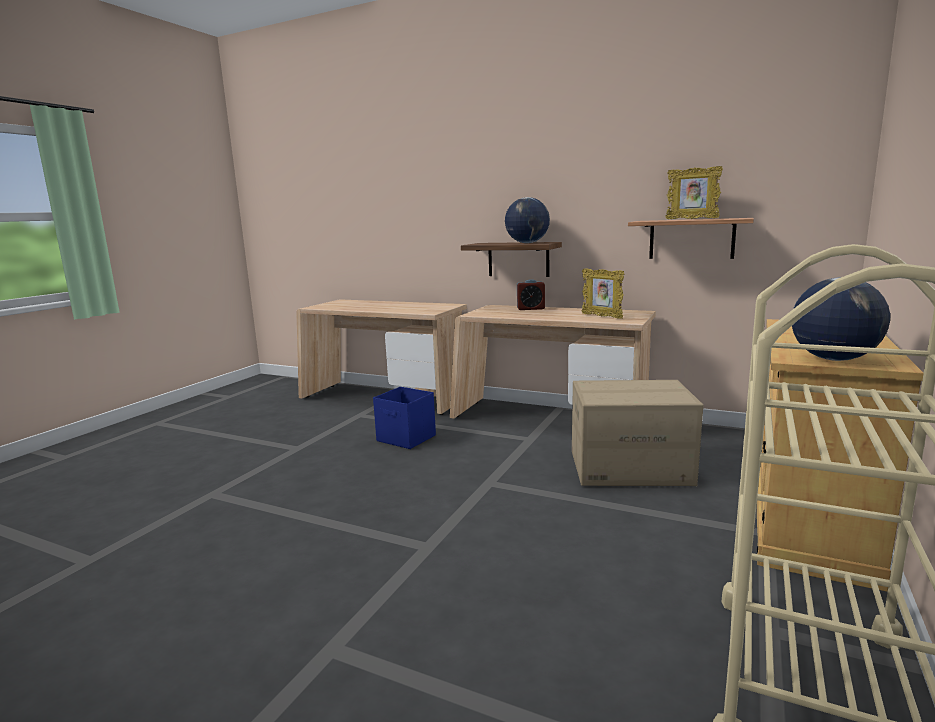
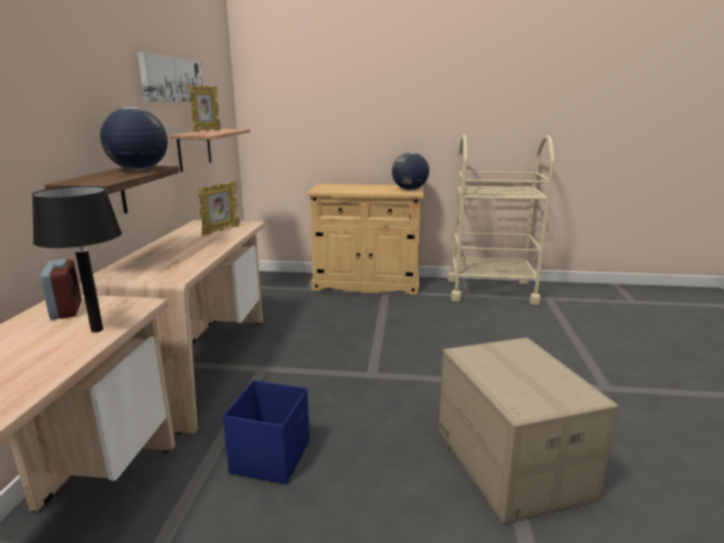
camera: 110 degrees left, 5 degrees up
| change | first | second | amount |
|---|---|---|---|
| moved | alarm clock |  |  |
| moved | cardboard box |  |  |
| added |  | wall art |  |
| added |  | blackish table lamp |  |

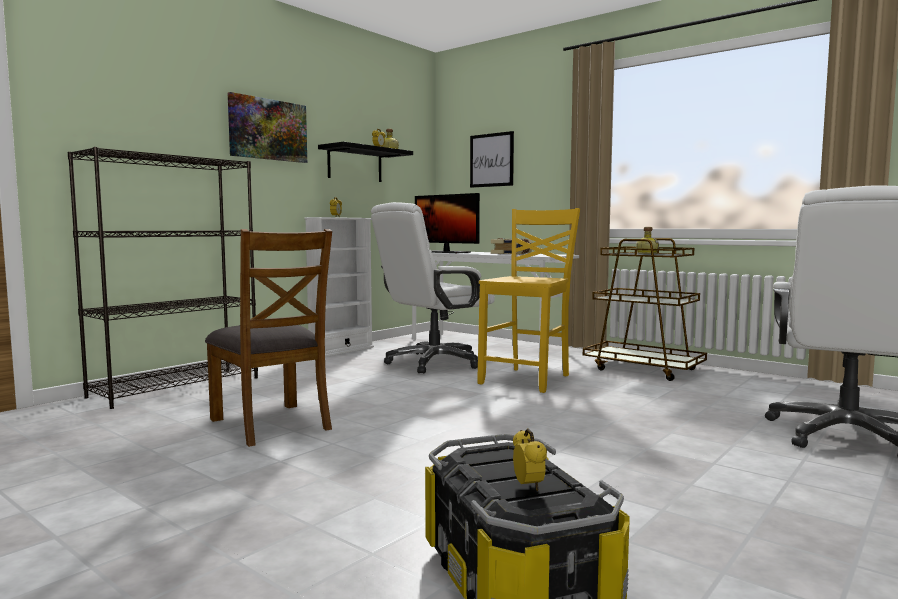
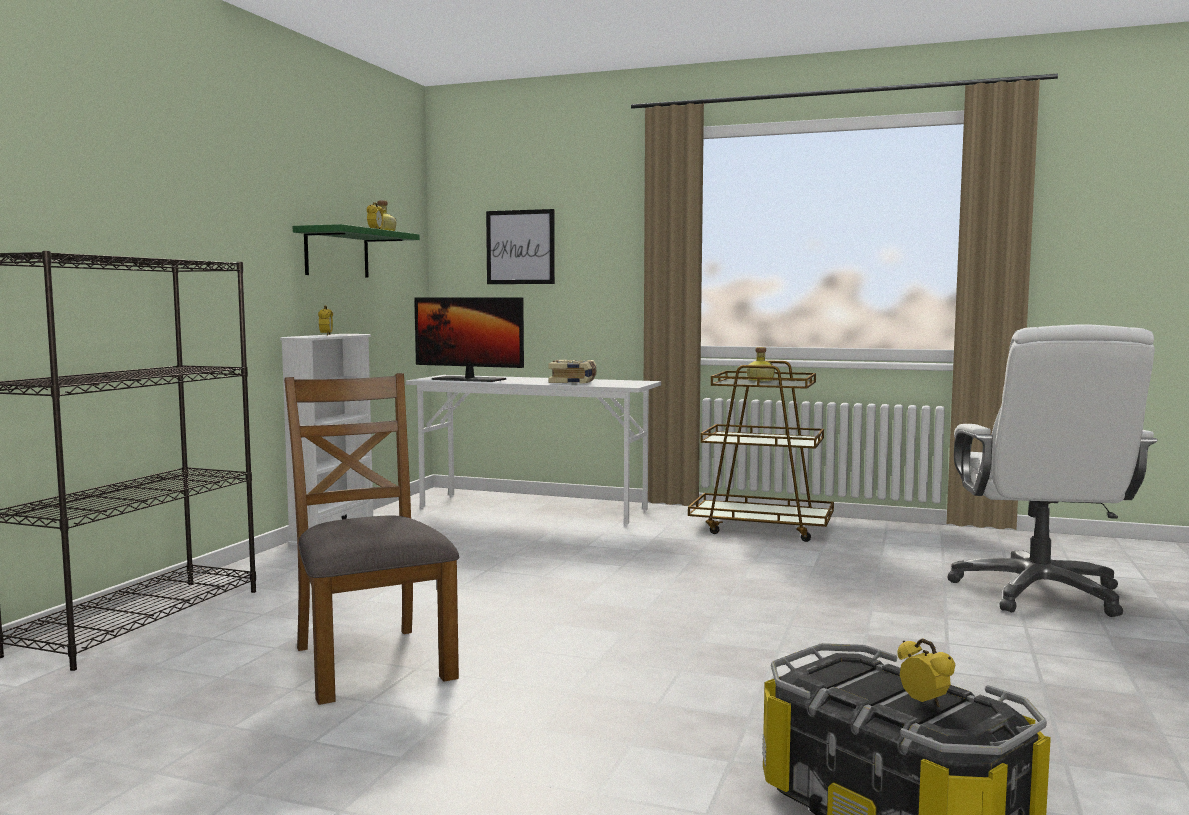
camera: 20 degrees left, 0 degrees up
| change | first | second | amount |
|---|---|---|---|
| removed | wall art (1st from left) |  |  |
| recoloured | blackish bracket shelf | greenish bracket shelf |  |
| removed | white-coloured computer chair (1st from left) |  |  |
| removed | yellowish upright chair |  |  |
| turned | brownish upright chair |  | 150 degrees counterclockwise |

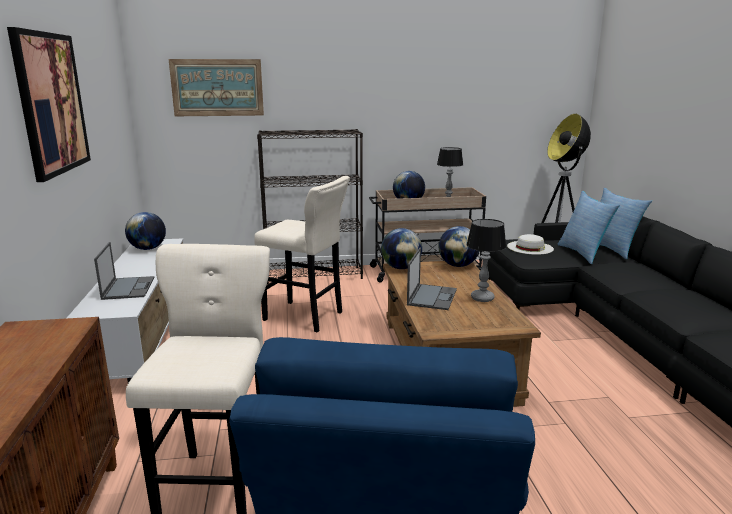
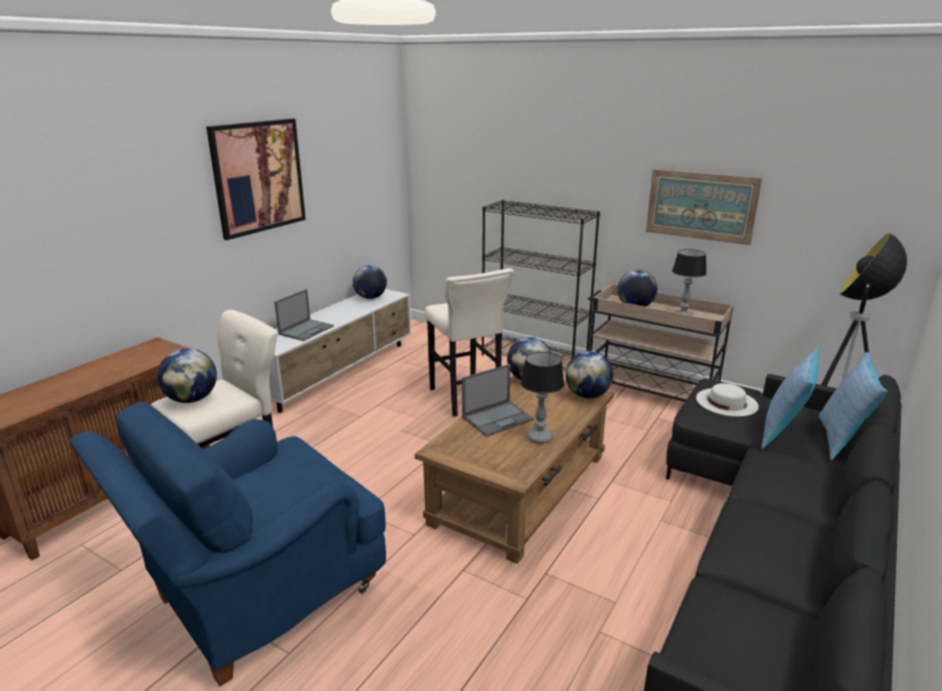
camera: 40 degrees right, 5 degrees up
| change | first | second | amount |
|---|---|---|---|
| moved | wall art (2nd from left) |  |  |
| added |  | globe (1st from left) |  |

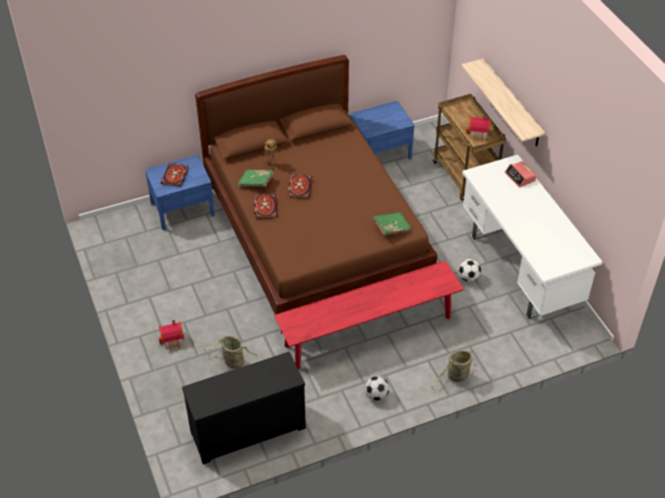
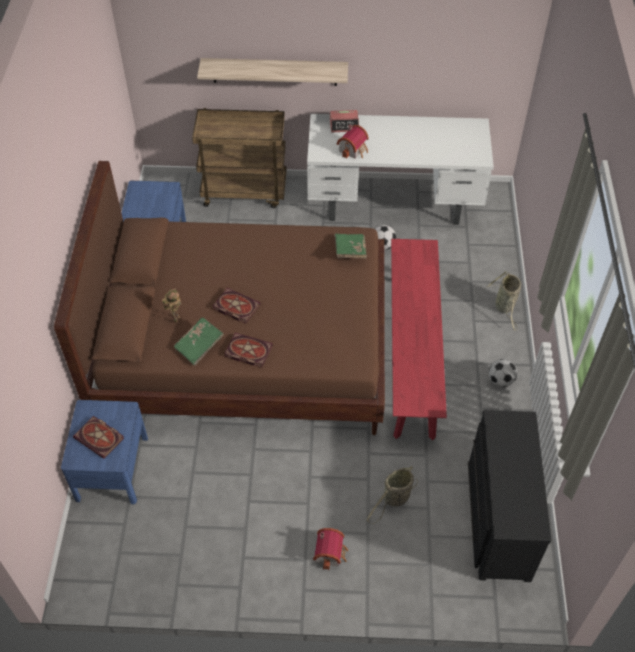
camera: 65 degrees left, 5 degrees up
| change | first | second | amount |
|---|---|---|---|
| moved | toy house (2nd from left) |  |  |

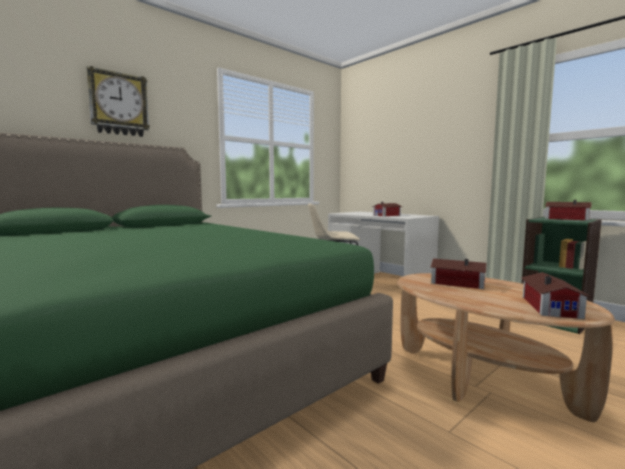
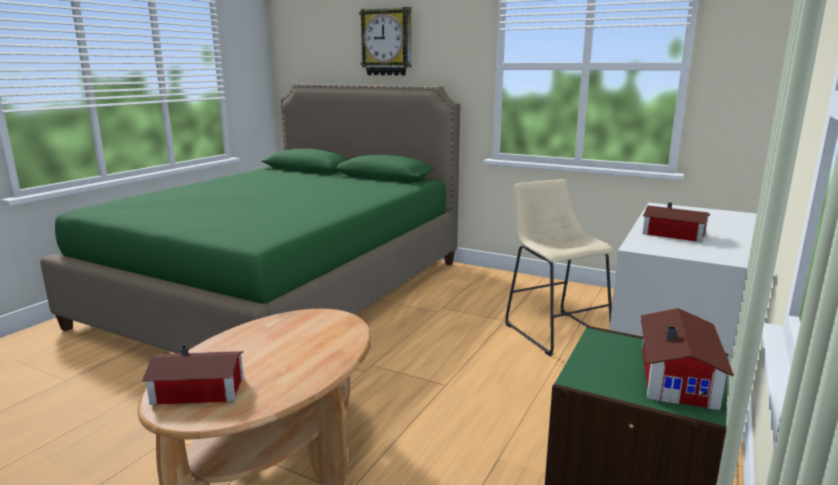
camera: 70 degrees right, 10 degrees up
| change | first | second | amount |
|---|---|---|---|
| removed | toy house (2nd from left) |  |  |

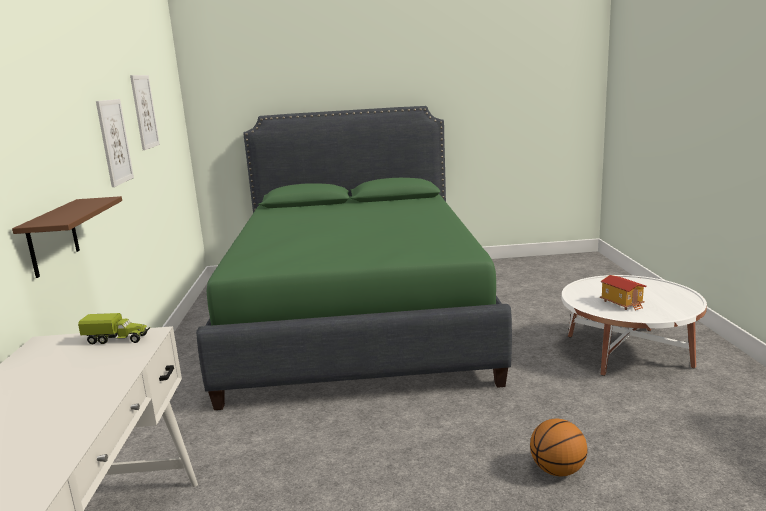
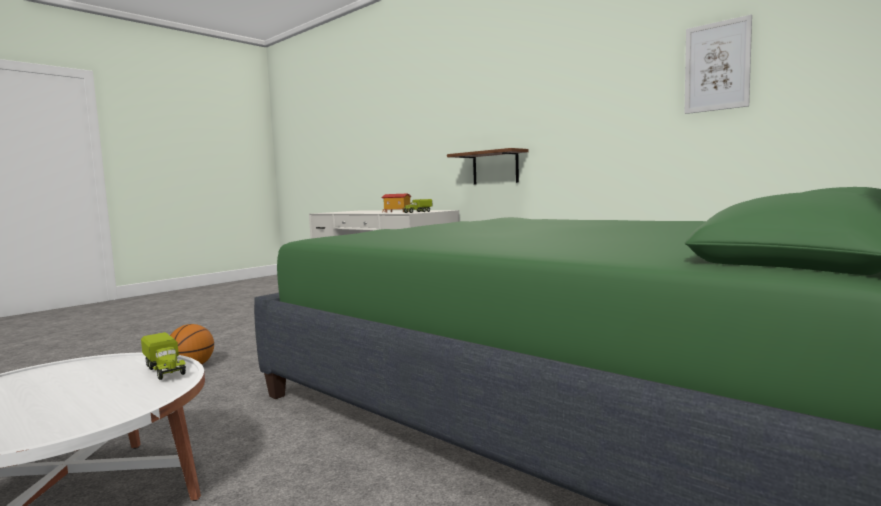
camera: 135 degrees right, 10 degrees down
| change | first | second | amount |
|---|---|---|---|
| removed | wall art (1st from left) |  |  |
| moved | toy house |  |  |
| added |  | model truck (1st from left) |  |

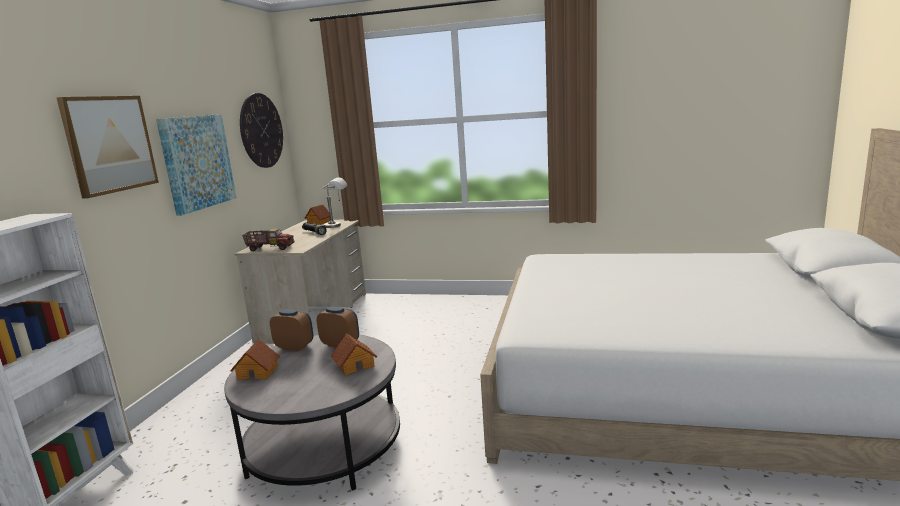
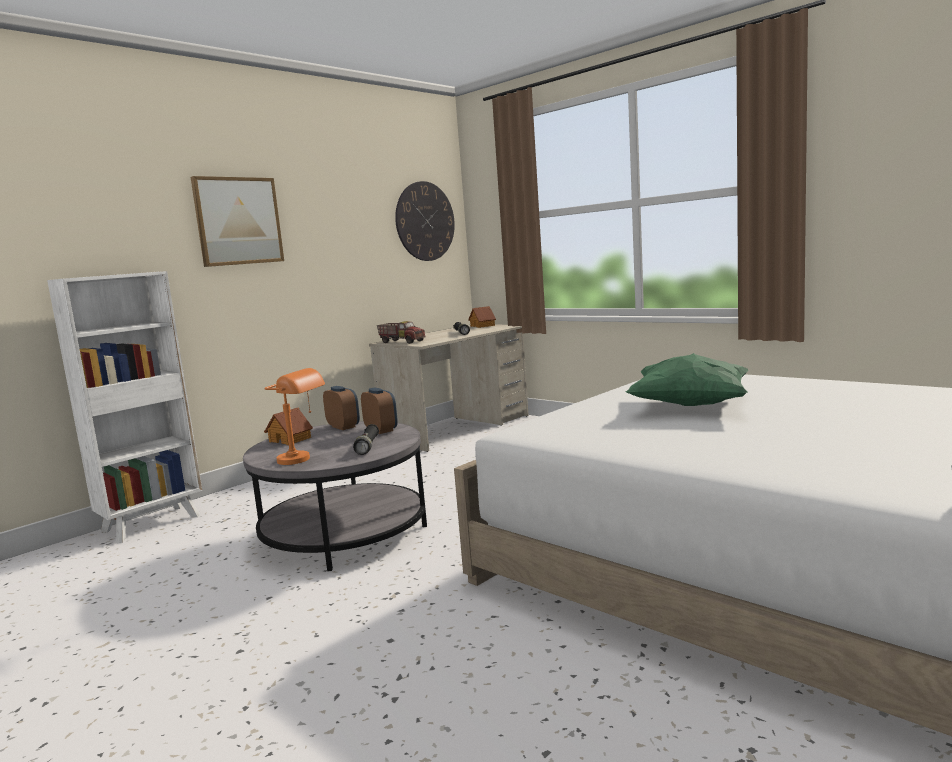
camera: 30 degrees right, 5 degrees down
| change | first | second | amount |
|---|---|---|---|
| removed | wall art (2nd from left) |  |  |
| removed | grey table lamp |  |  |
| replaced | toy house (3rd from left) | blackish torch (1st from left) |  |
| added |  | greenish cushion |  |
| added |  | orangey table lamp |  |

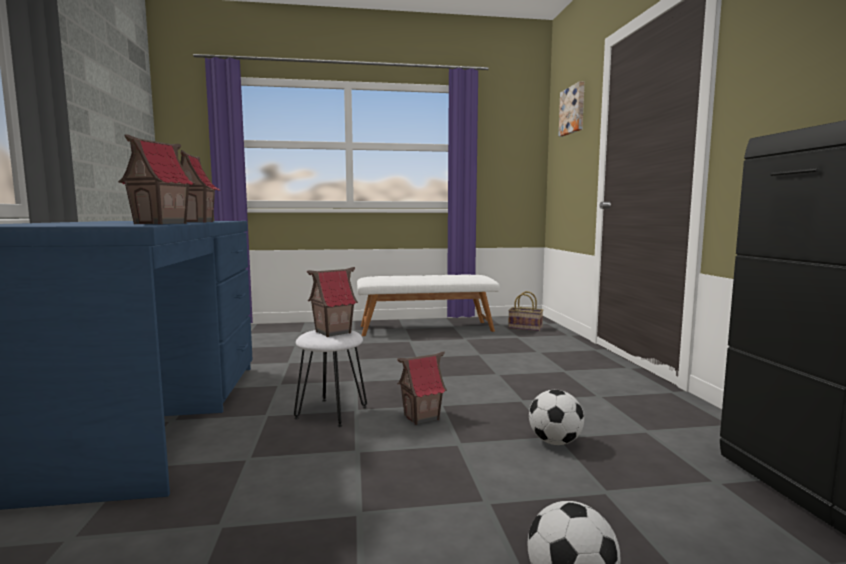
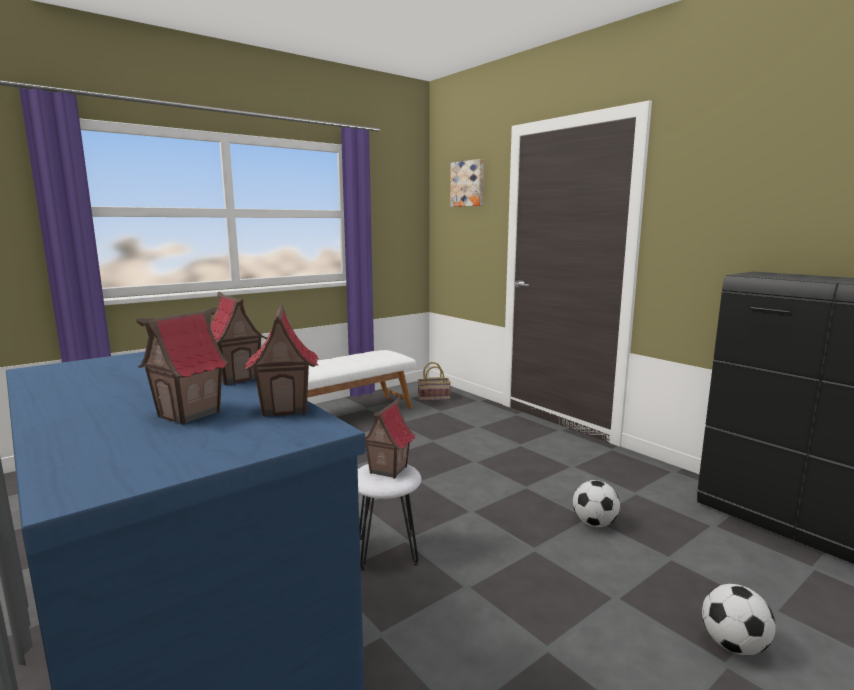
camera: 30 degrees left, 5 degrees up
| change | first | second | amount |
|---|---|---|---|
| moved | toy house (4th from left in the first image) | toy house (1st from left) |  |

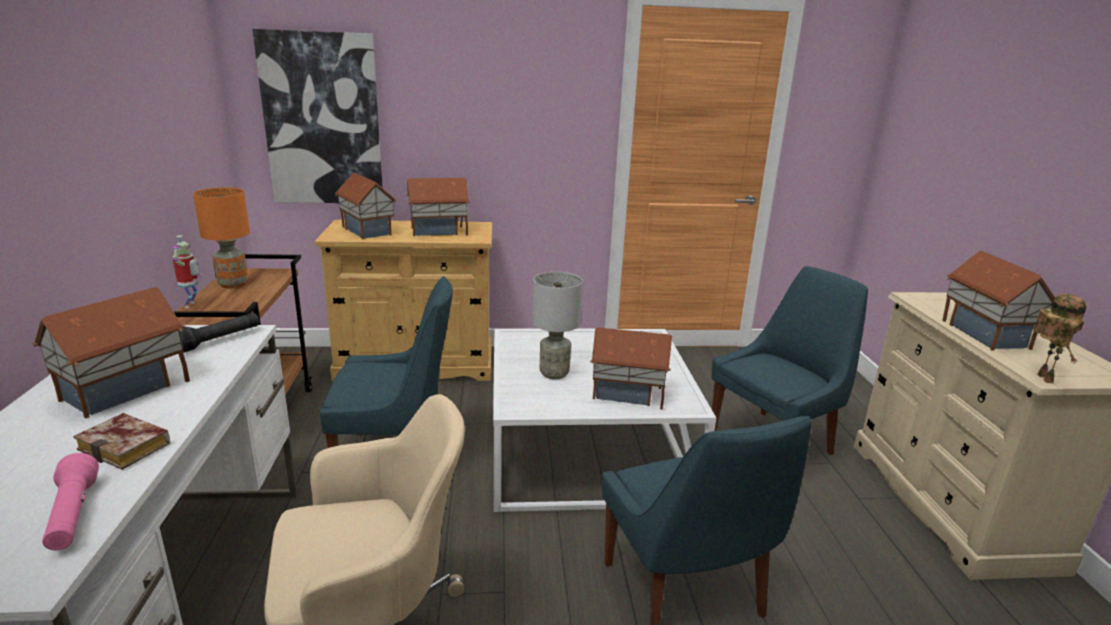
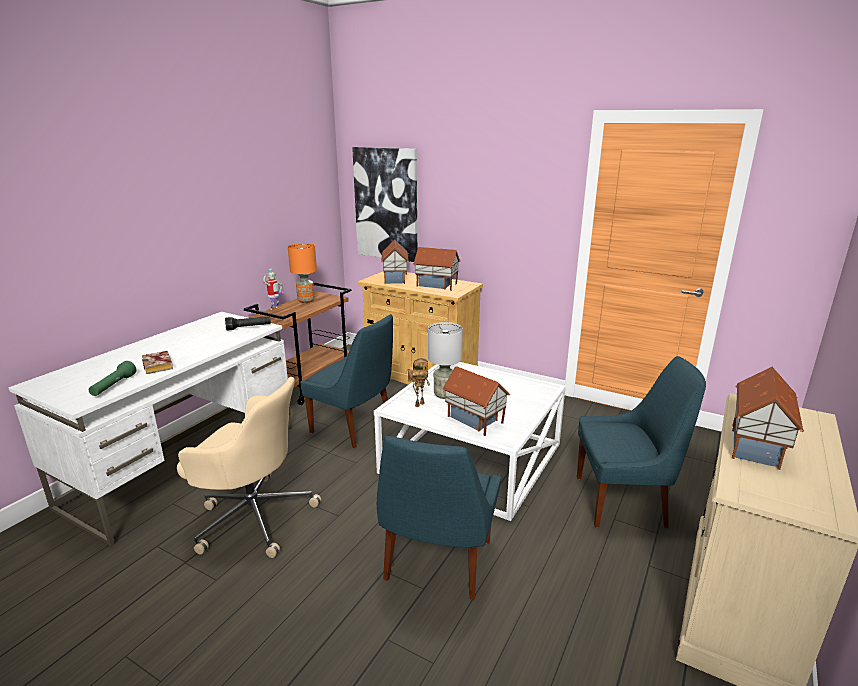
camera: 35 degrees right, 0 degrees up
| change | first | second | amount |
|---|---|---|---|
| removed | toy house (1st from left) |  |  |
| moved | toy robot (2nd from left) |  |  |
| recoloured | pinkish torch | greenish torch |  |

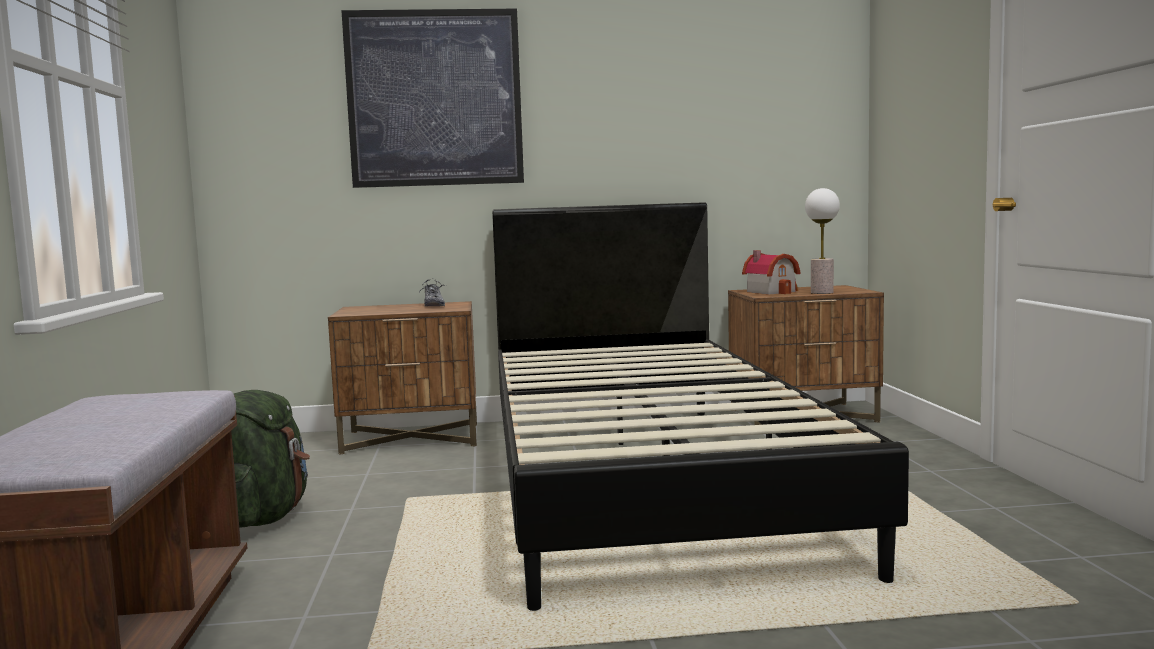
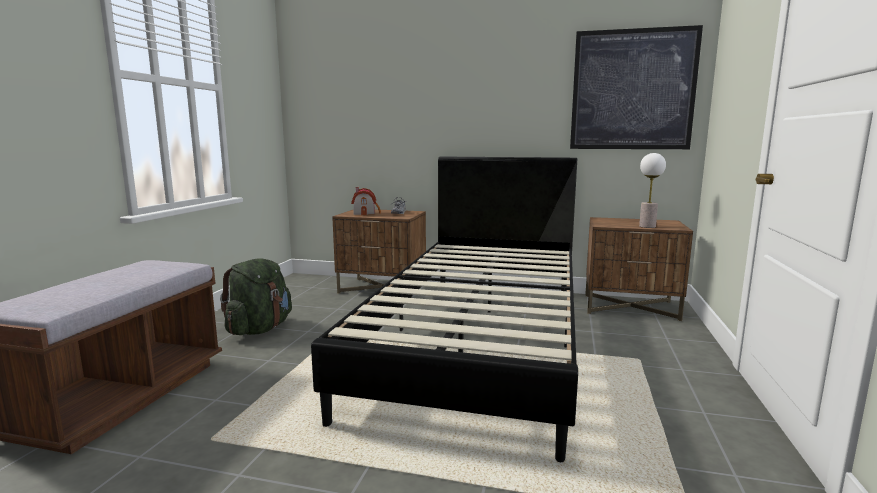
camera: 20 degrees right, 5 degrees up
| change | first | second | amount |
|---|---|---|---|
| moved | wall art |  |  |
| moved | toy house |  |  |

